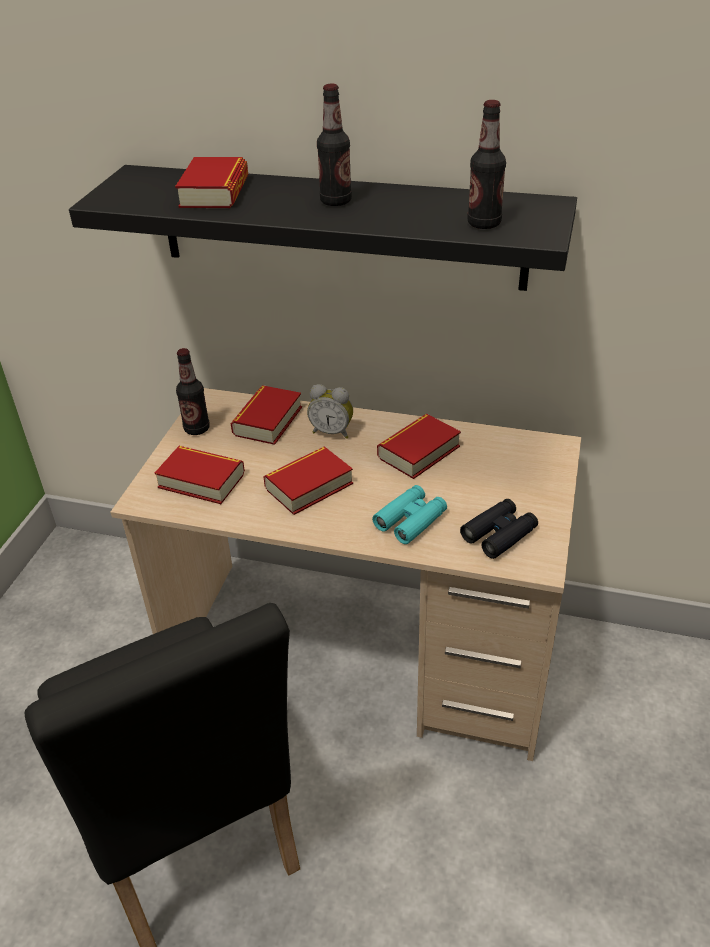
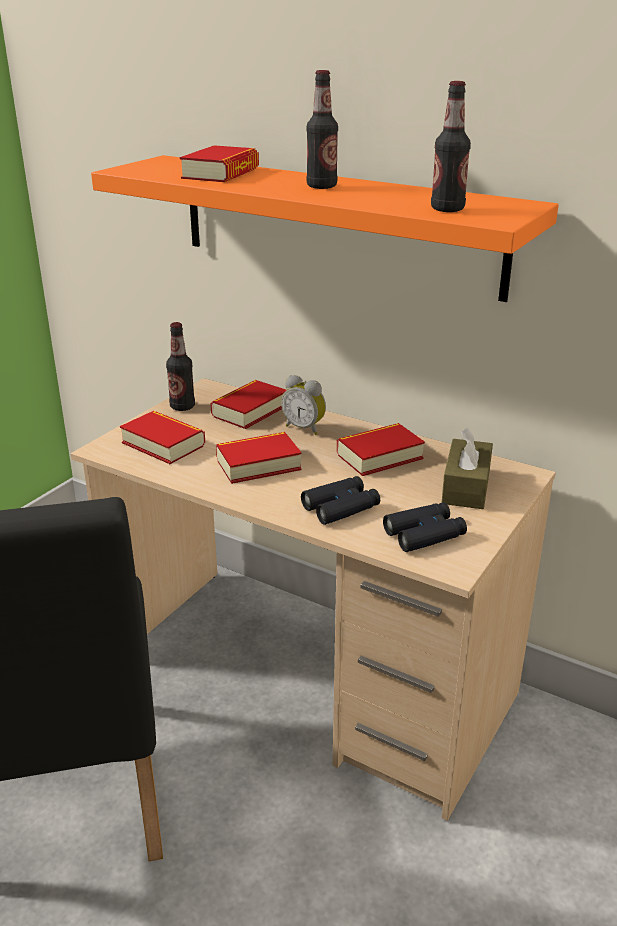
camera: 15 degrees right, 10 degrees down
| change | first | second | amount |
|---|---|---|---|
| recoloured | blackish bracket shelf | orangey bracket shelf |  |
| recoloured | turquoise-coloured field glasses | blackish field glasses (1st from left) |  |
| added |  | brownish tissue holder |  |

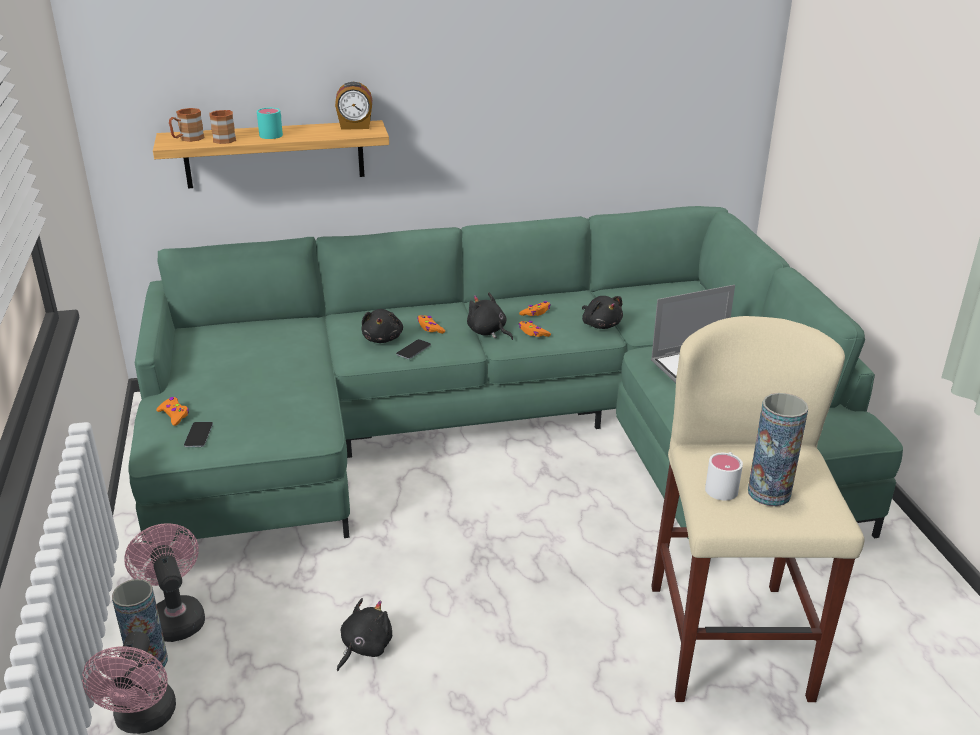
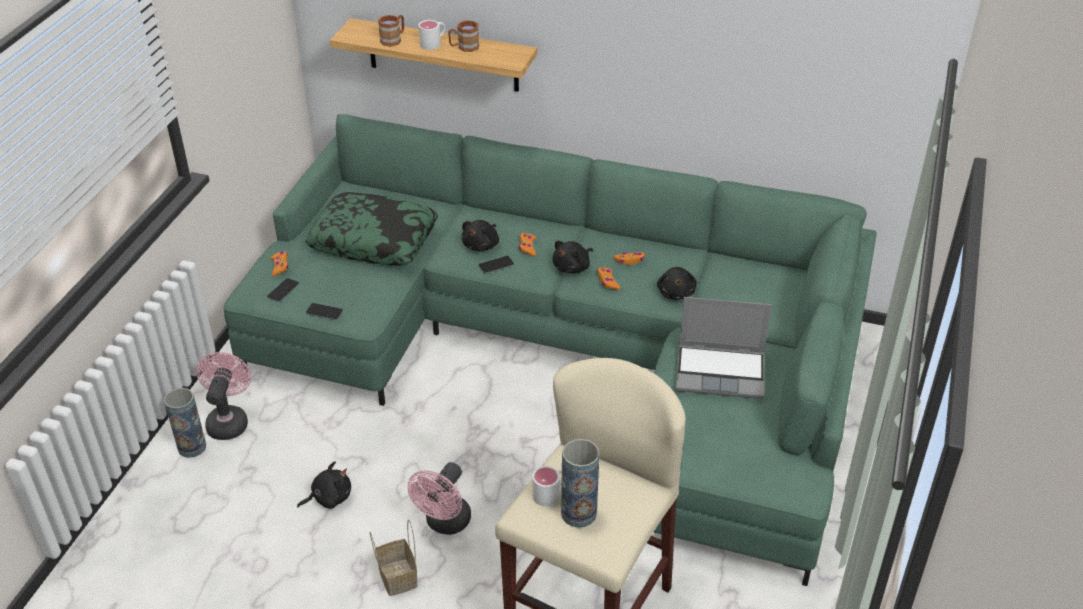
camera: 30 degrees right, 10 degrees up
| change | first | second | amount |
|---|---|---|---|
| removed | alarm clock |  |  |
| moved | brownish mug (1st from left in the first image) | brownish mug (2nd from left) |  |
| recoloured | turquoise-coloured mug | white-coloured mug (1st from left) |  |
| turned | blackish cuddly toy (3rd from left) |  | 120 degrees counterclockwise |
| moved | pinkish electric fan (1st from left in the first image) | pinkish electric fan (2nd from left) |  |
| added |  | cushion |  |
| added |  | telephone (2nd from left) |  |
| added |  | household basket |  |

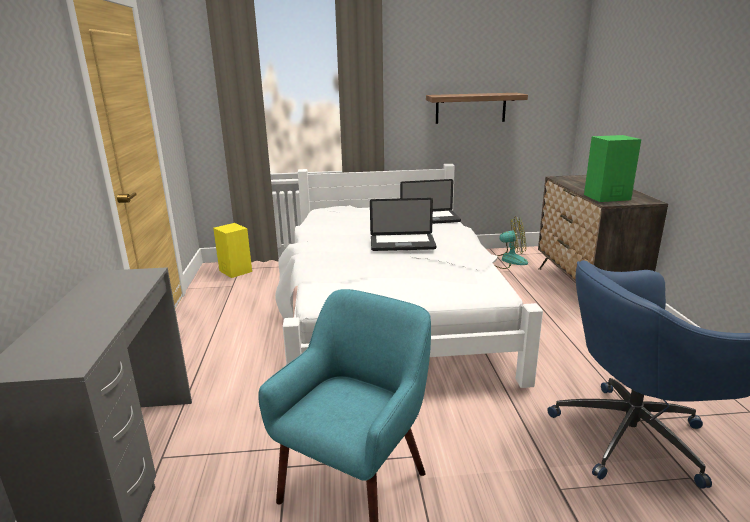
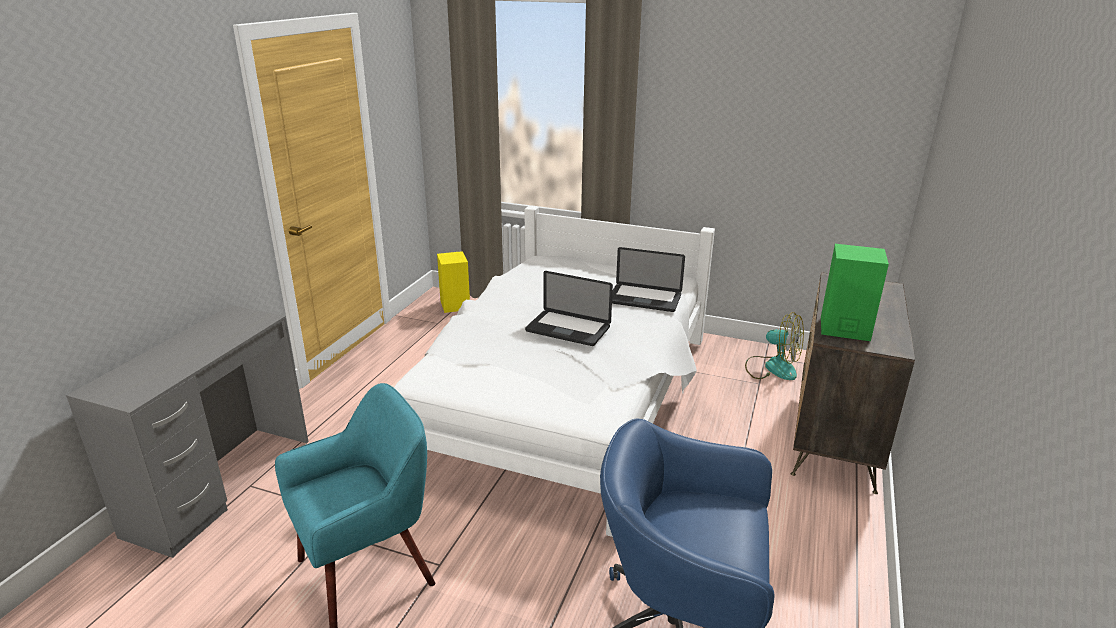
camera: 25 degrees right, 5 degrees up
| change | first | second | amount |
|---|---|---|---|
| removed | bracket shelf |  |  |

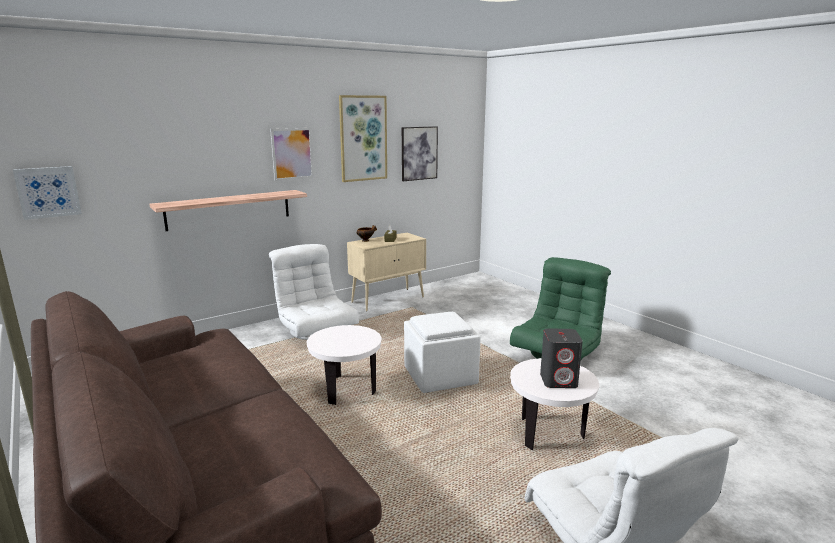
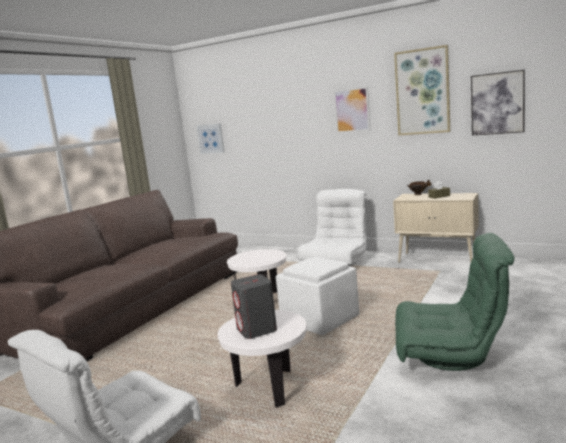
camera: 65 degrees right, 5 degrees down
| change | first | second | amount |
|---|---|---|---|
| removed | bracket shelf |  |  |

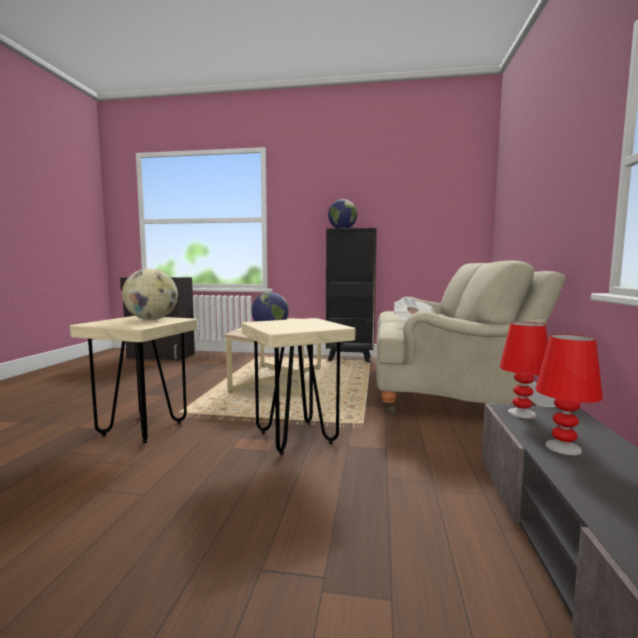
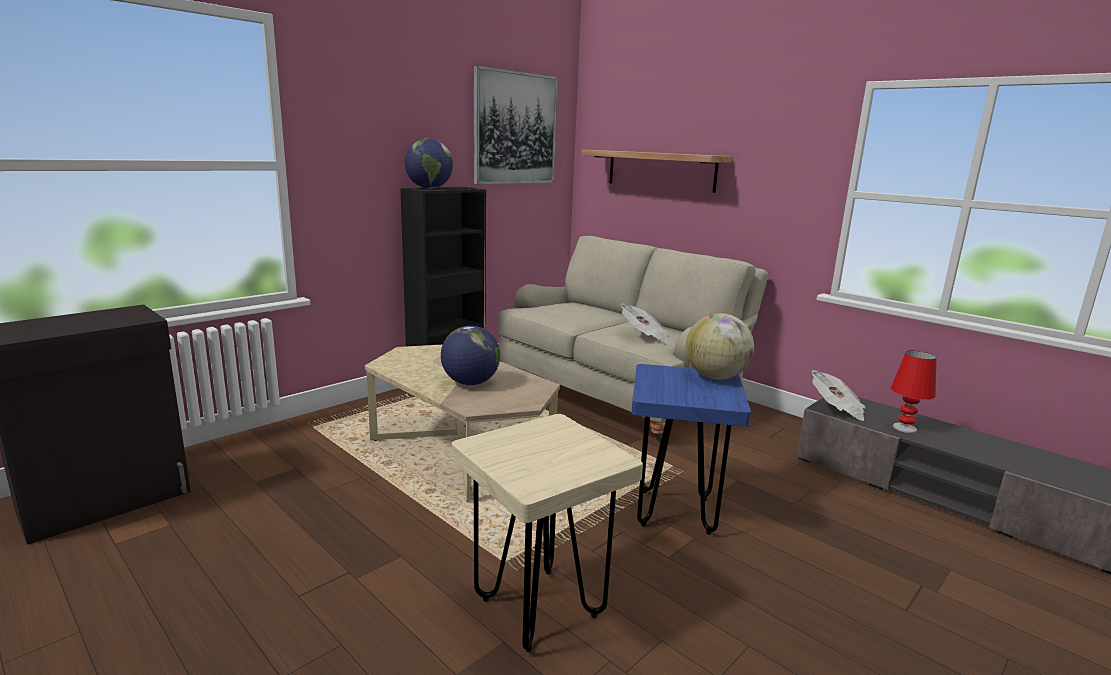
camera: 55 degrees left, 10 degrees up
| change | first | second | amount |
|---|---|---|---|
| moved | globe (1st from left in the first image) | globe (3rd from left) |  |
| recoloured | beige-coloured stool (2nd from left) | blue stool |  |
| replaced | reddish table lamp (1st from left) | daily paper (2nd from left) |  |
| added |  | wall art |  |
| added |  | bracket shelf |  |

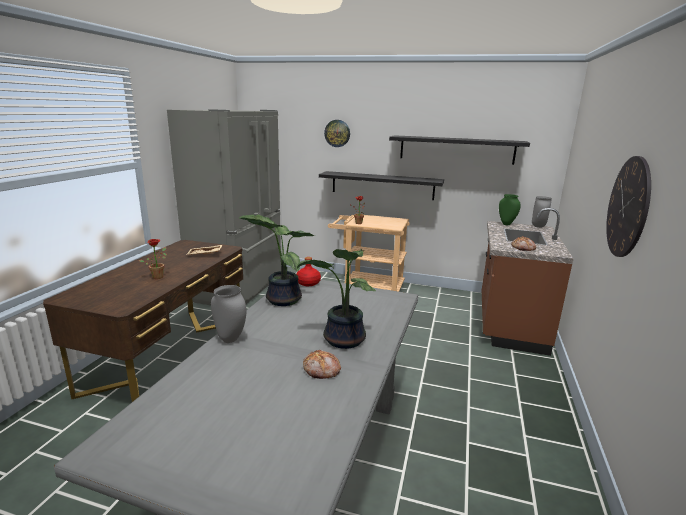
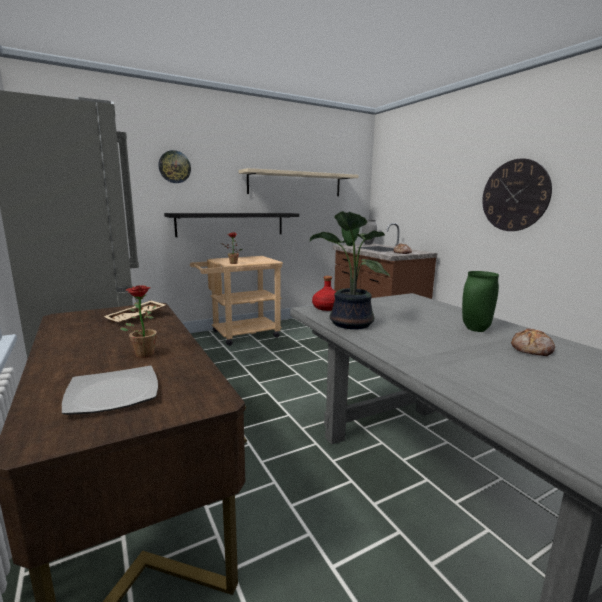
camera: 45 degrees left, 5 degrees down
| change | first | second | amount |
|---|---|---|---|
| recoloured | blackish bracket shelf (2nd from left) | beige-coloured bracket shelf |  |
| replaced | houseplant (3rd from left) | greenish flower vase (2nd from left) |  |
| removed | grey flower vase (1st from left) |  |  |
| added |  | flat dish |  |

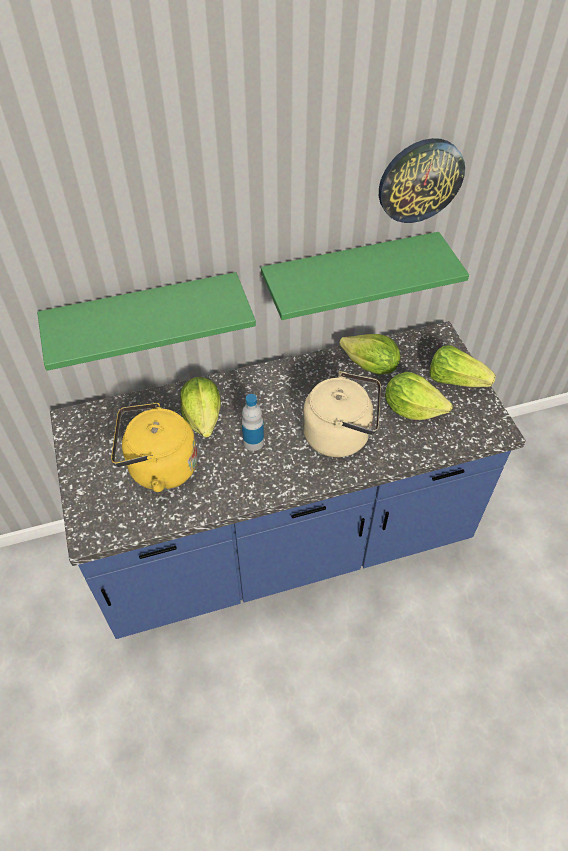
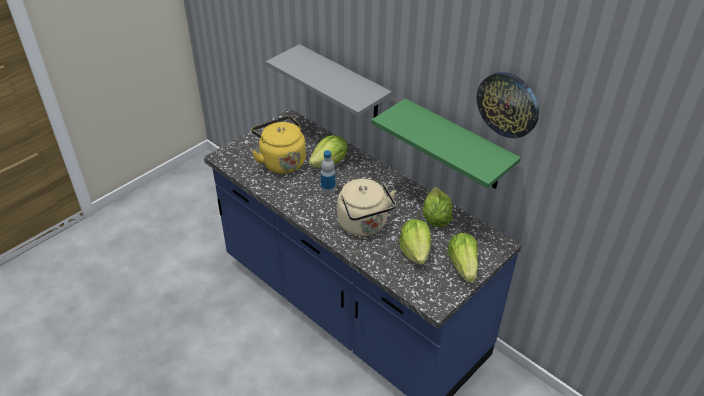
camera: 60 degrees right, 10 degrees down
| change | first | second | amount |
|---|---|---|---|
| recoloured | greenish bracket shelf (1st from left) | grey bracket shelf |  |

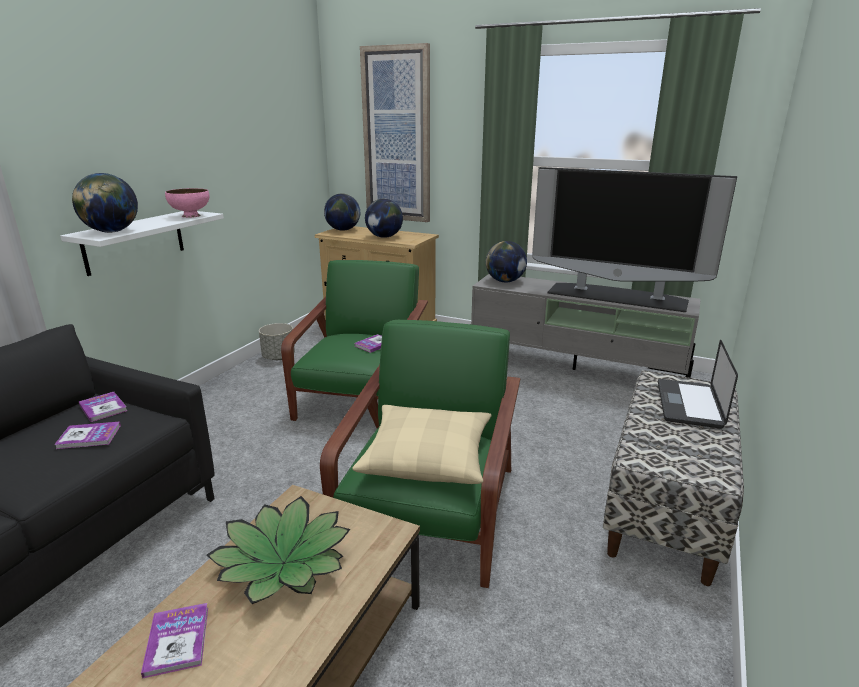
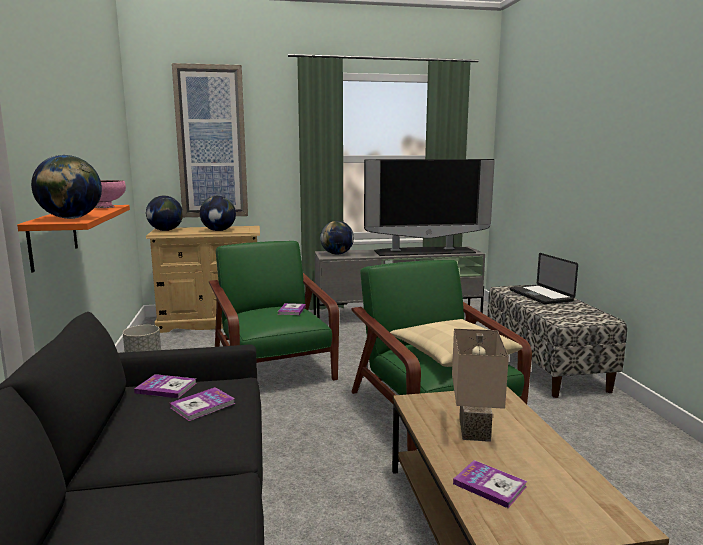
camera: 35 degrees left, 10 degrees down
| change | first | second | amount |
|---|---|---|---|
| recoloured | white-coloured bracket shelf | orangey bracket shelf |  |
| replaced | houseplant | beige-coloured table lamp |  |

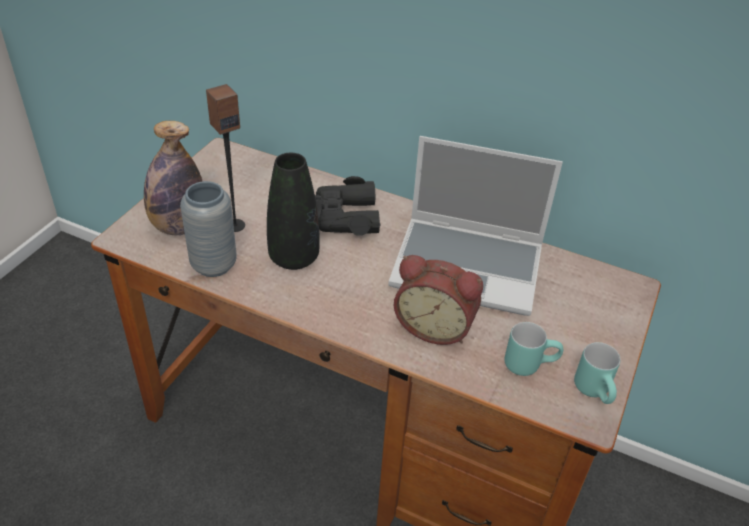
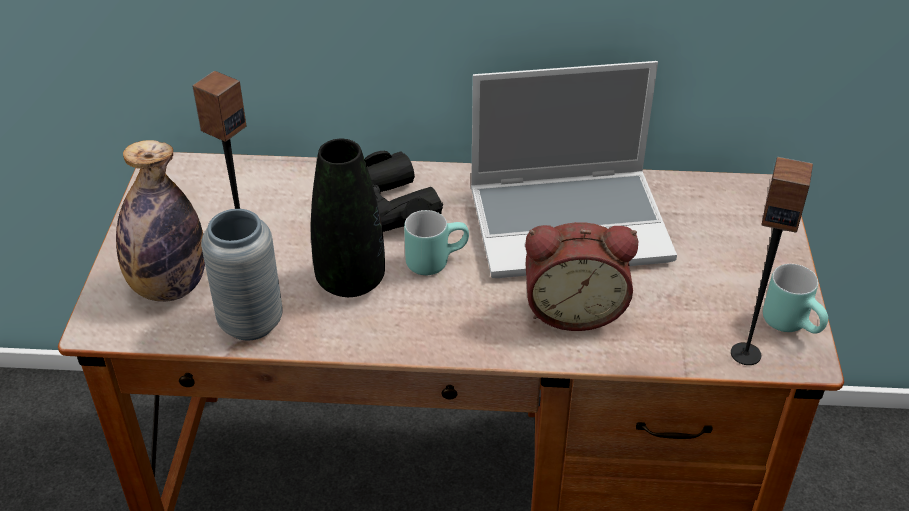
camera: 20 degrees left, 0 degrees up
| change | first | second | amount |
|---|---|---|---|
| moved | turquoise-coloured mug (1st from left) |  |  |
| added |  | speaker (2nd from left) |  |

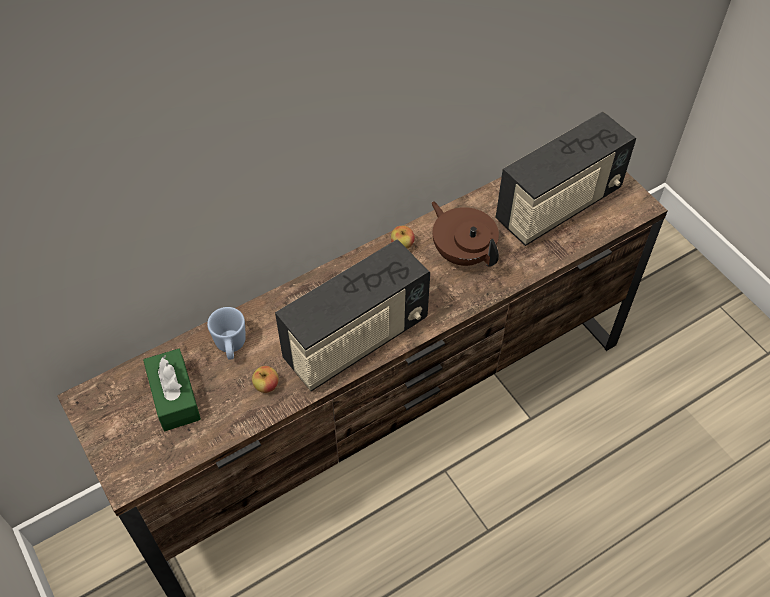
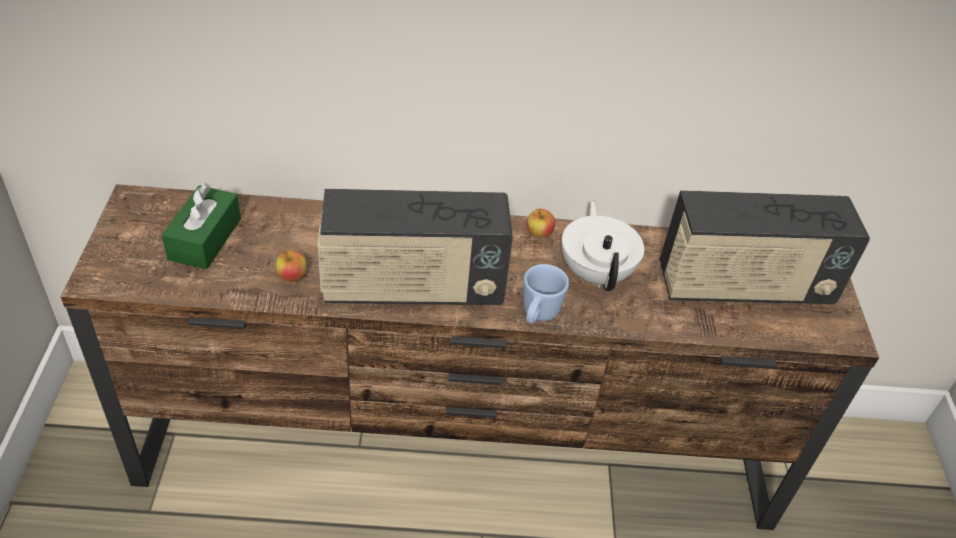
camera: 30 degrees right, 10 degrees down
| change | first | second | amount |
|---|---|---|---|
| recoloured | brownish teapot | white-coloured teapot |  |
| moved | blue mug |  |  |

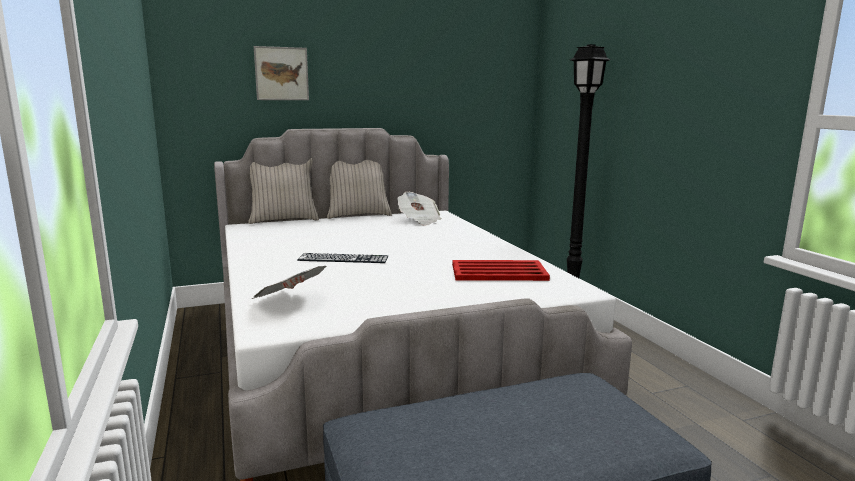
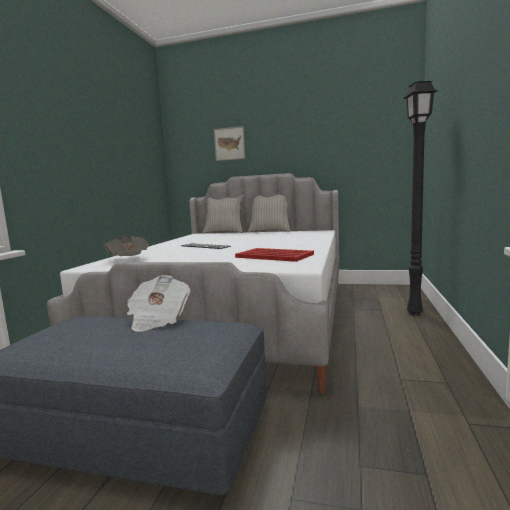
camera: 35 degrees right, 5 degrees down
| change | first | second | amount |
|---|---|---|---|
| moved | daily paper (2nd from left) |  |  |

